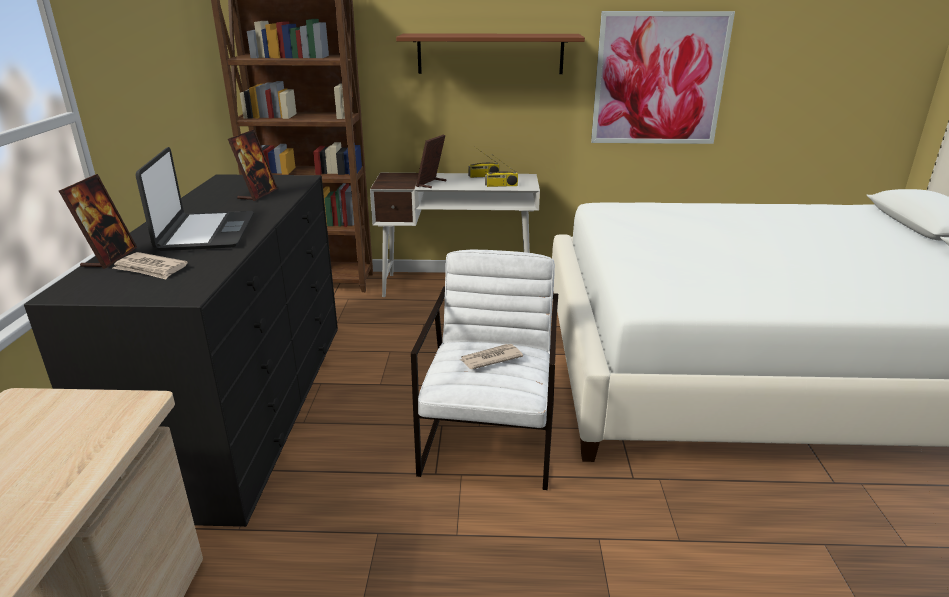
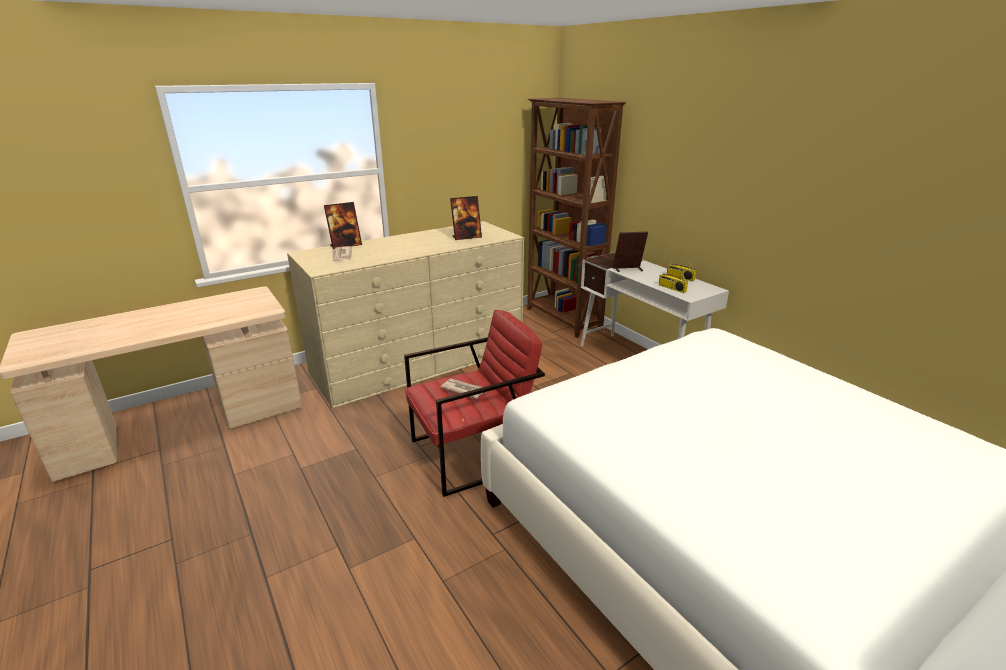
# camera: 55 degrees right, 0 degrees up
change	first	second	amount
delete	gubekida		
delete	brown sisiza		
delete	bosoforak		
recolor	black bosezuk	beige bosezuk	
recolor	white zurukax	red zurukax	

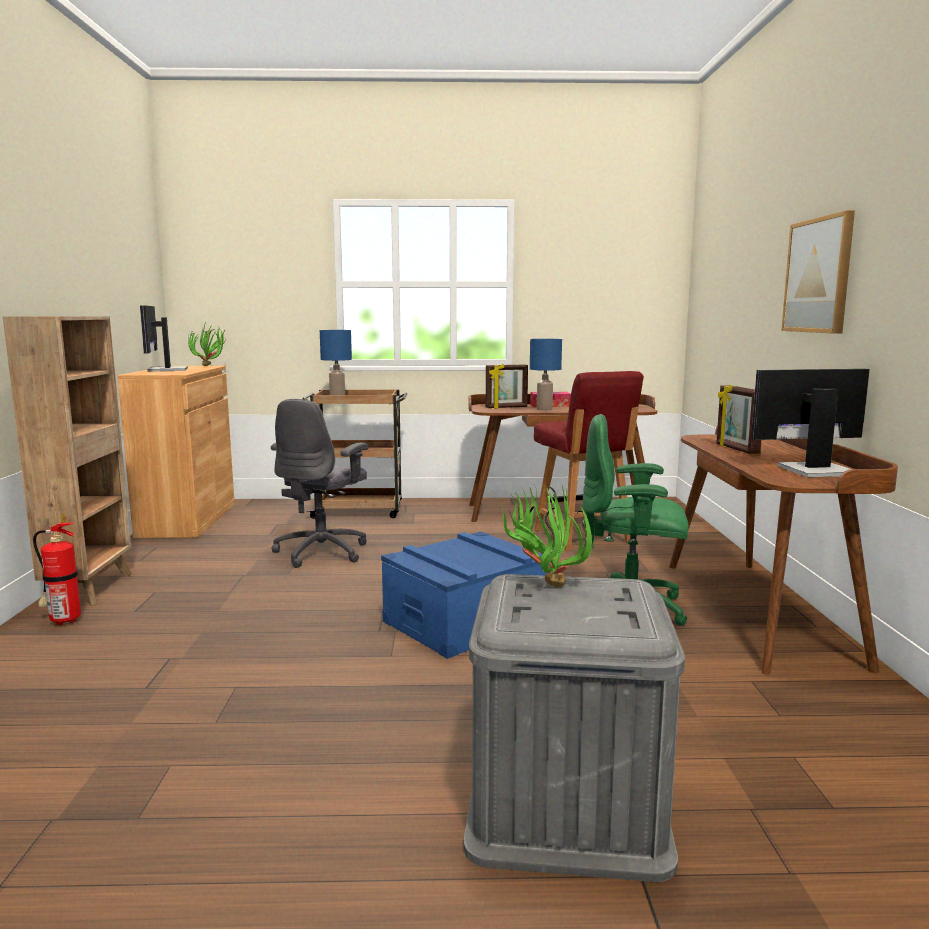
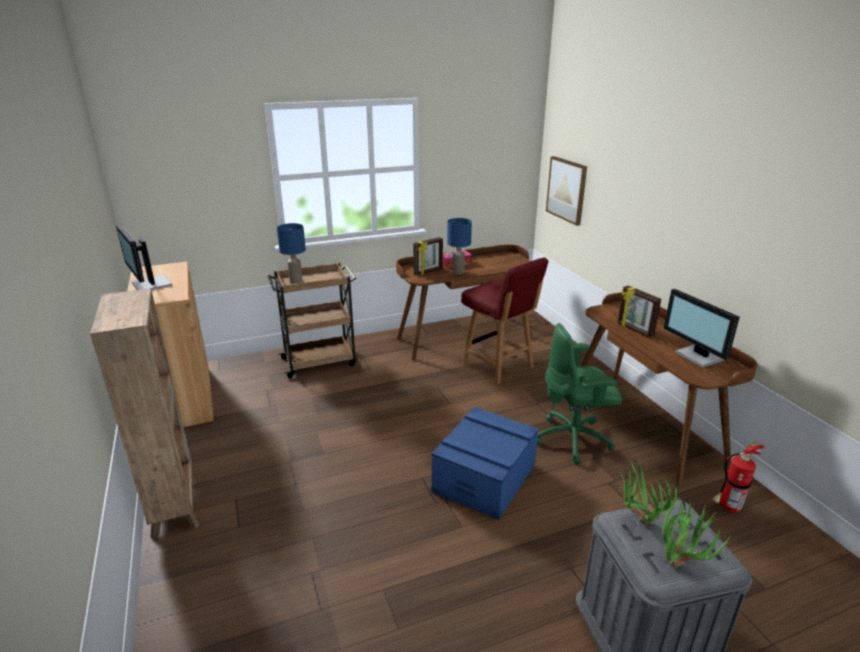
# camera: 20 degrees left, 15 degrees up
change	first	second	amount
move	gubekida		
move	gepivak (1st from left in the first image)	gepivak (2nd from left)	
rotate	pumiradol (2nd from left)		90 degrees counterclockwise
delete	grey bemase		
move	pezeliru		

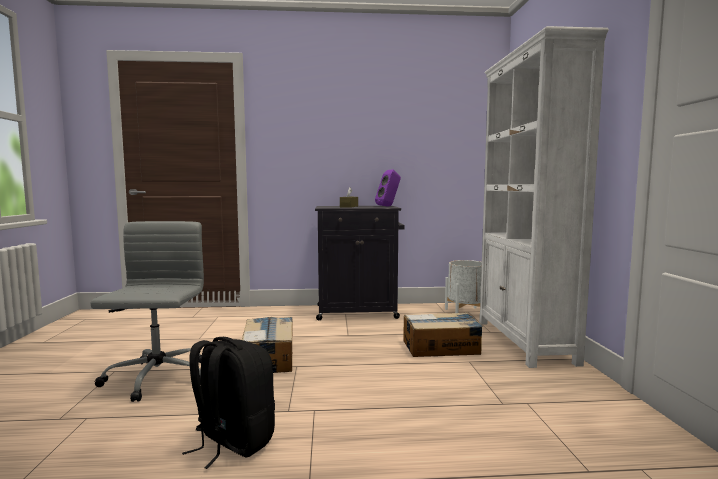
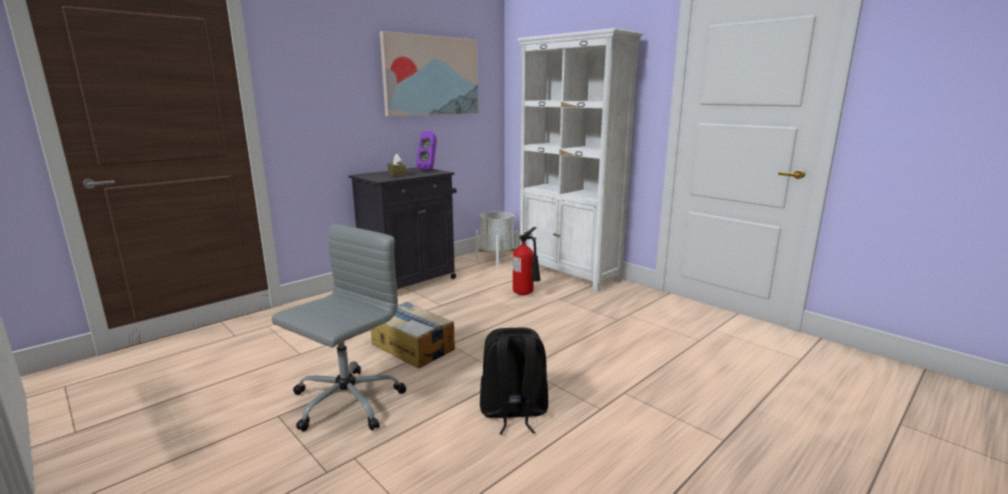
# camera: 40 degrees left, 10 degrees up
change	first	second	amount
rotate	grey bemase		75 degrees clockwise
replace	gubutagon (2nd from left)	pezeliru	
insert		gubekida	

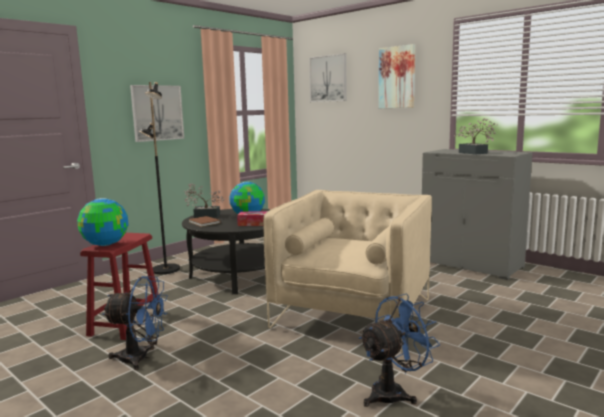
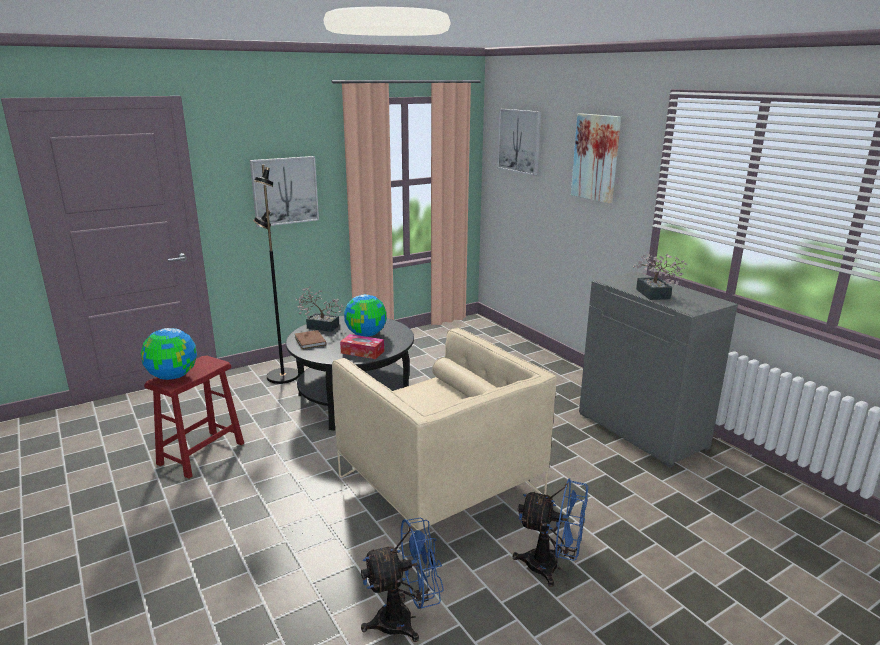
# camera: 15 degrees right, 10 degrees up
change	first	second	amount
rotate	beige zurukax		105 degrees clockwise
move	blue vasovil (1st from left in the first image)	blue vasovil (2nd from left)	

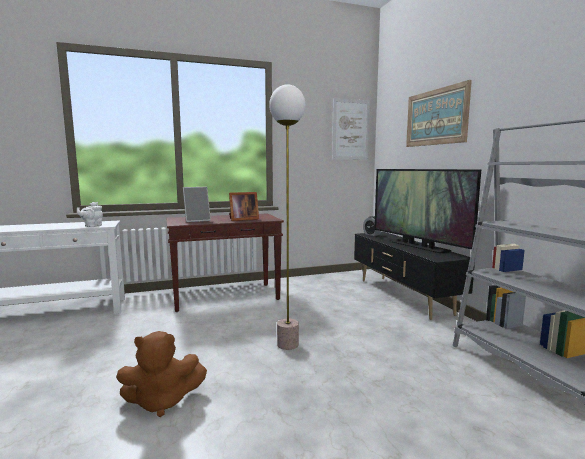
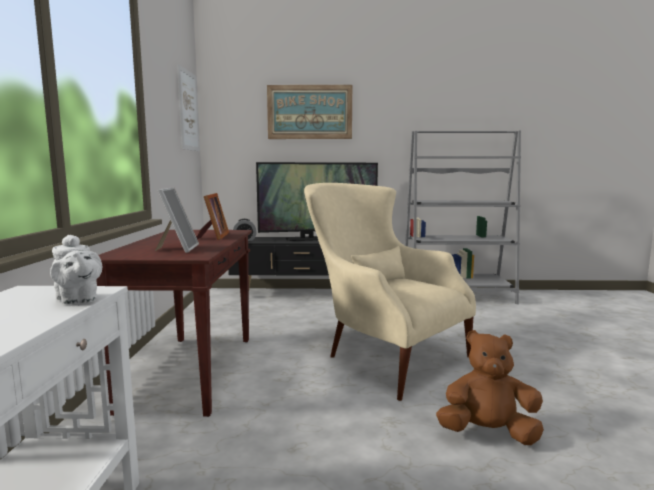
# camera: 70 degrees left, 0 degrees up
change	first	second	amount
replace	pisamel	beige zurukax	
rotate	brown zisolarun		90 degrees counterclockwise

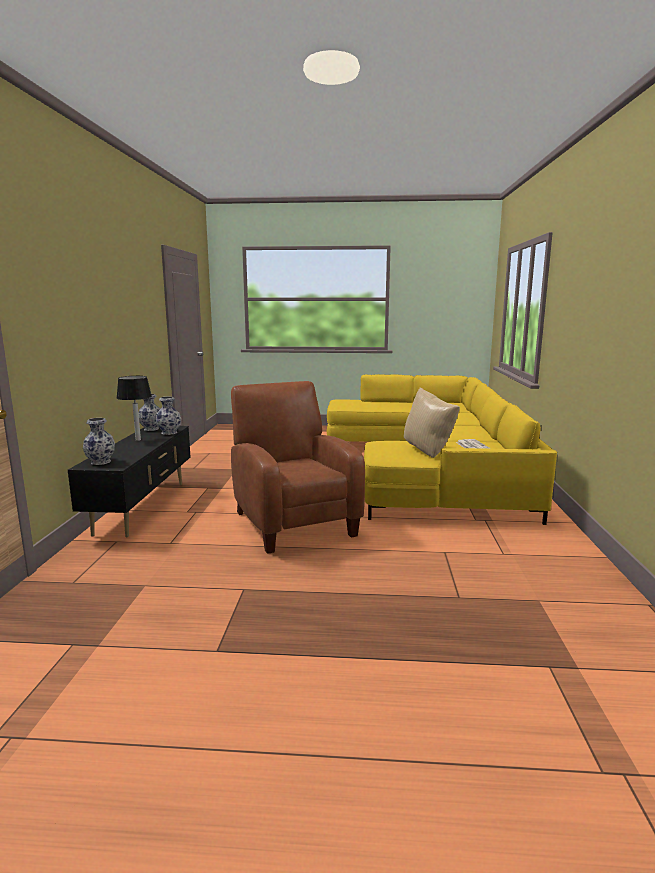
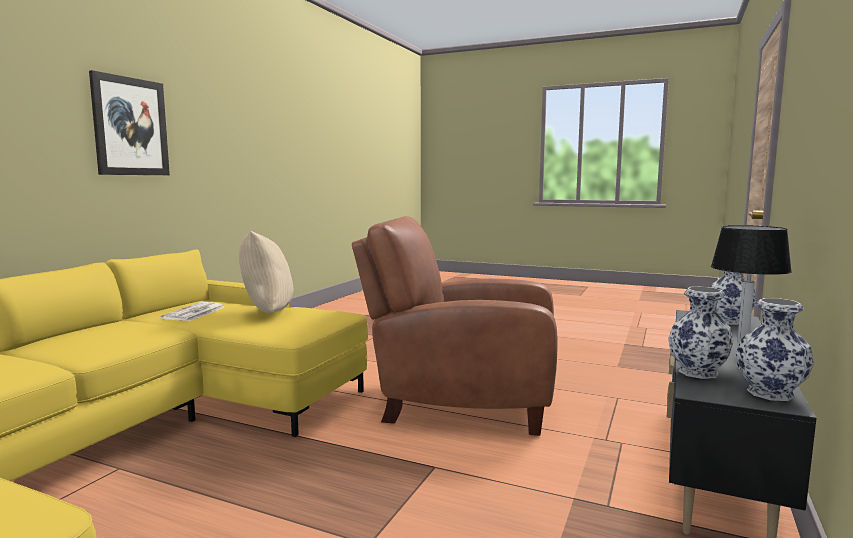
# camera: 160 degrees left, 5 degrees down
change	first	second	amount
rotate	brown zurukax		105 degrees clockwise
insert		gubekida	

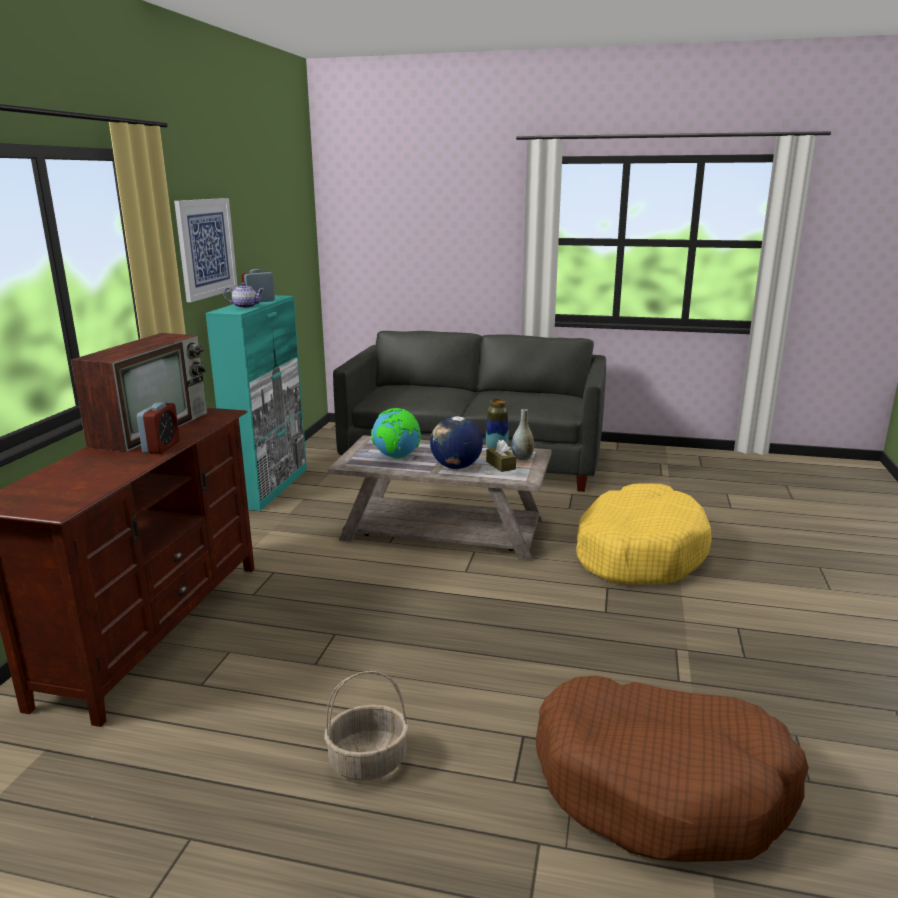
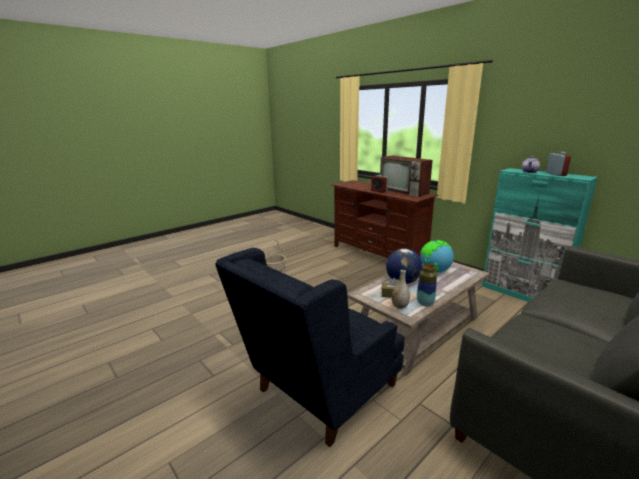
# camera: 125 degrees right, 0 degrees up
change	first	second	amount
delete	gubekida		
replace	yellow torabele	blue zurukax	
delete	brown torabele		

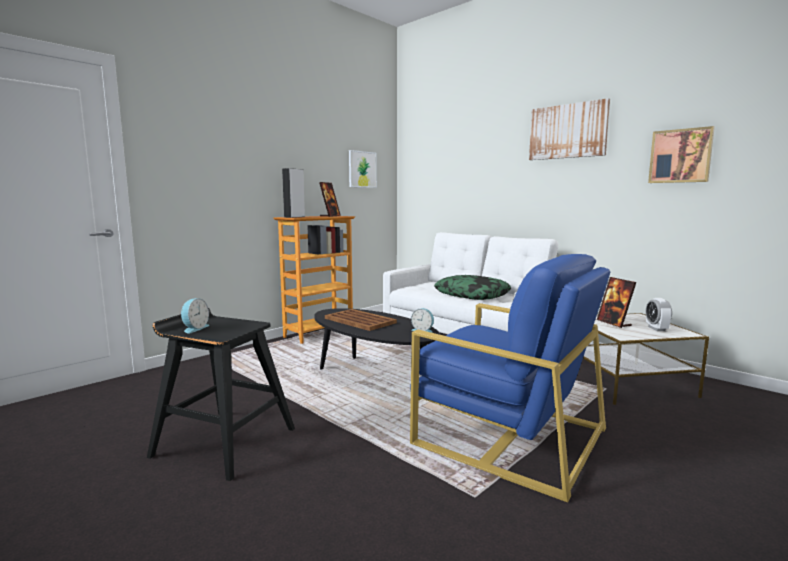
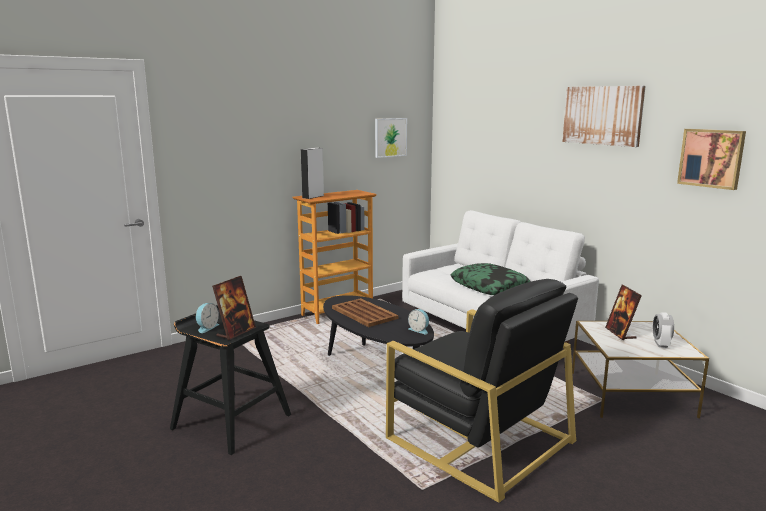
# camera: 10 degrees right, 5 degrees up
change	first	second	amount
move	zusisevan (1st from left)		
recolor	blue zurukax	black zurukax	

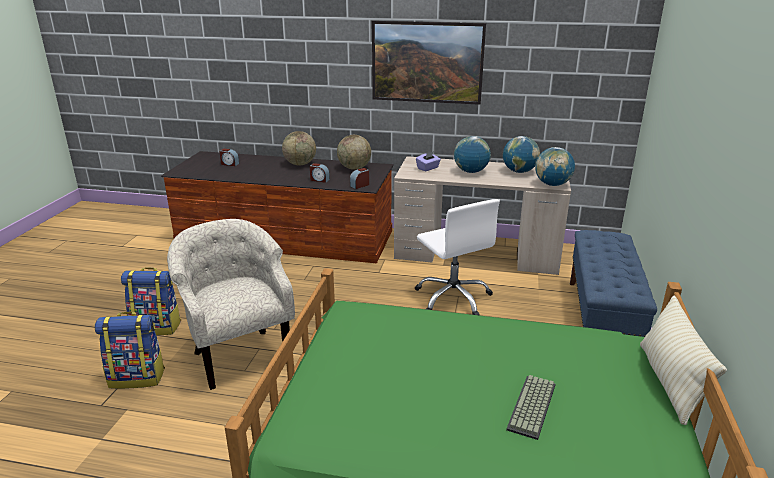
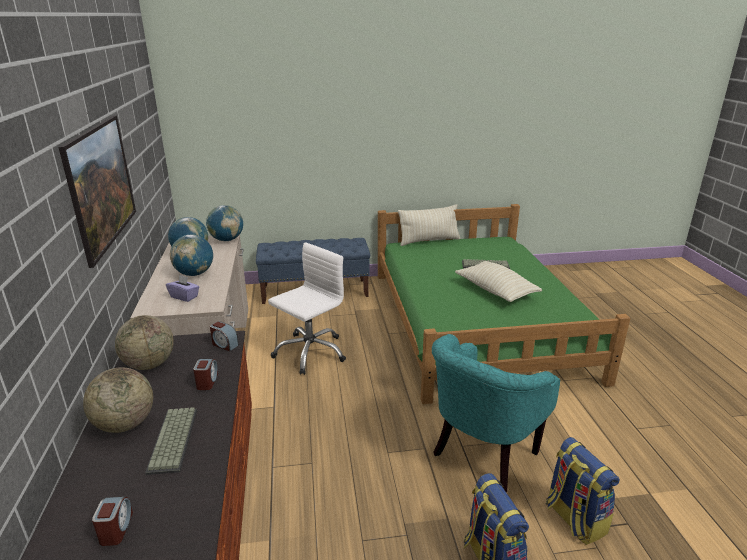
# camera: 110 degrees left, 0 degrees up
change	first	second	amount
recolor	beige zurukax	turquoise zurukax	
insert		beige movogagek (2nd from left)	
insert		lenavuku (1st from left)	

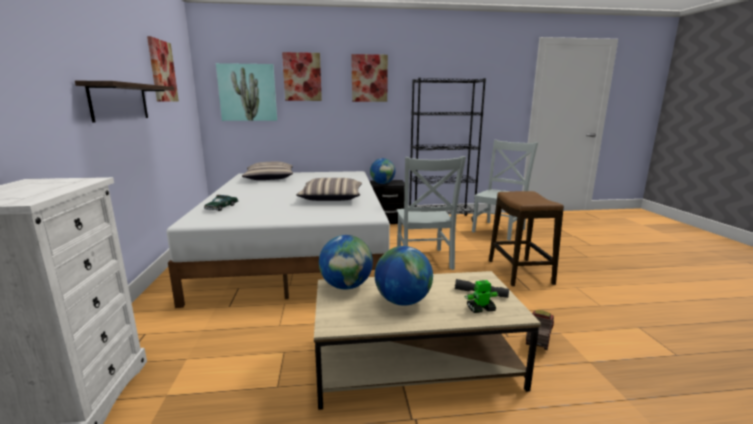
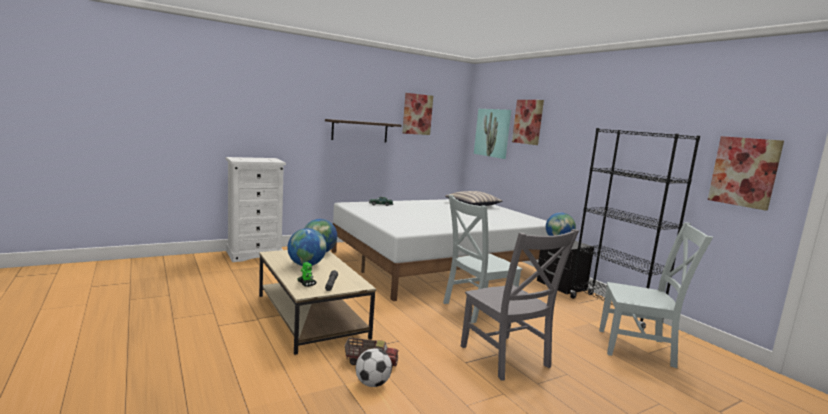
# camera: 65 degrees right, 5 degrees down
change	first	second	amount
move	gubekida (4th from left)		
delete	movogagek (2nd from left)		
replace	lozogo	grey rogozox (2nd from left)	
insert		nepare	

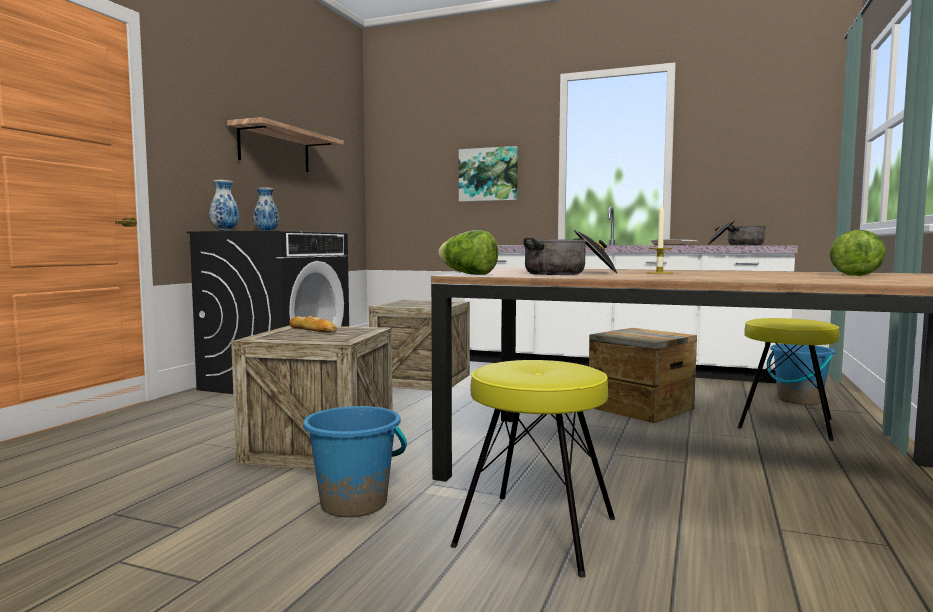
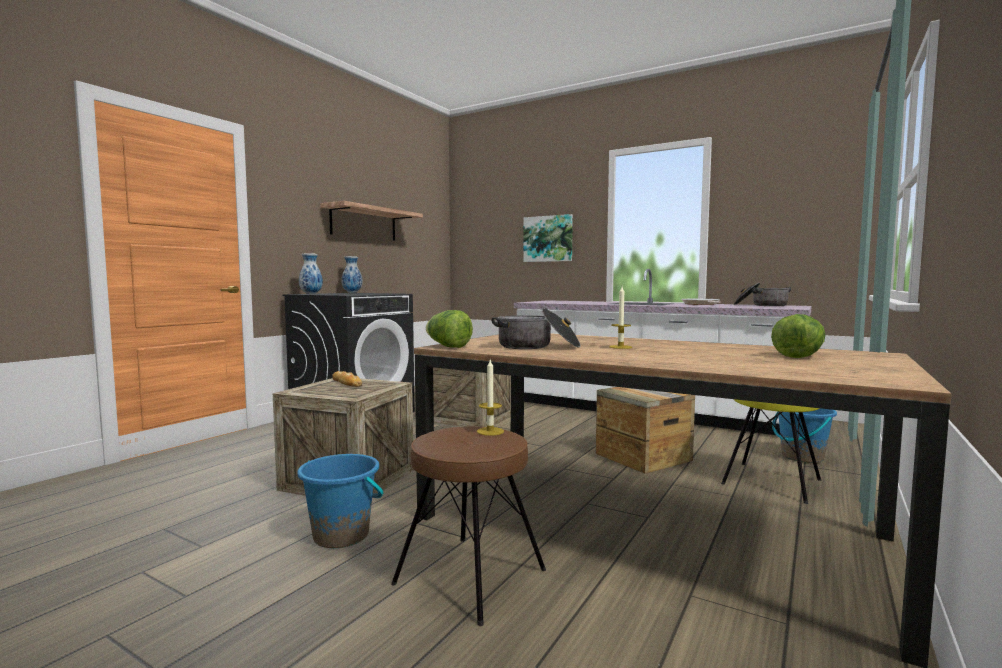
# camera: 10 degrees right, 0 degrees up
change	first	second	amount
recolor	yellow lozogo (1st from left)	brown lozogo	
insert		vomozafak (1st from left)	

